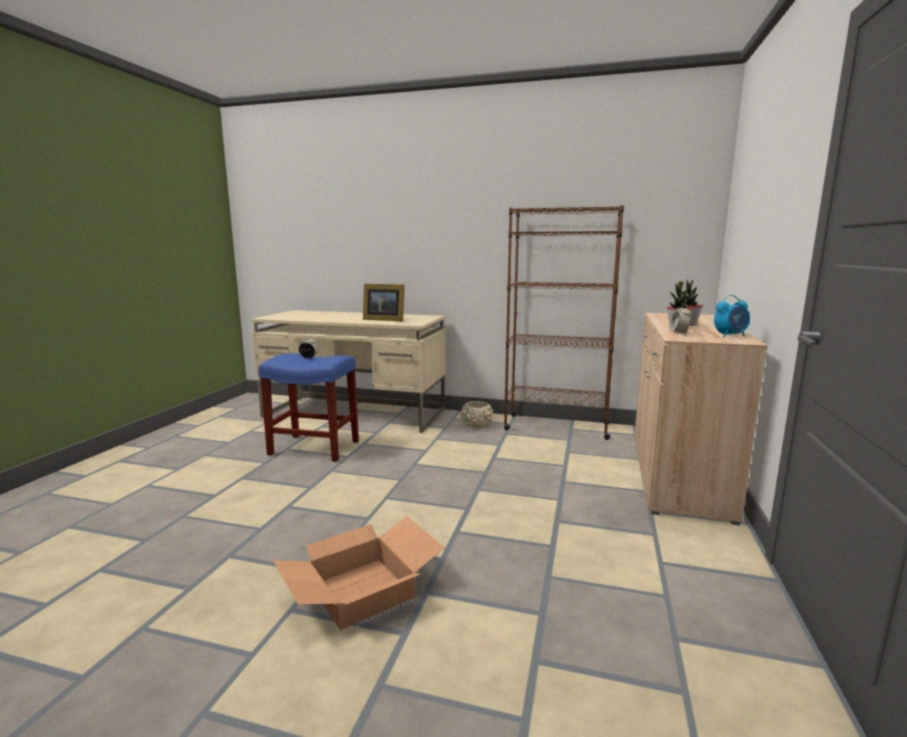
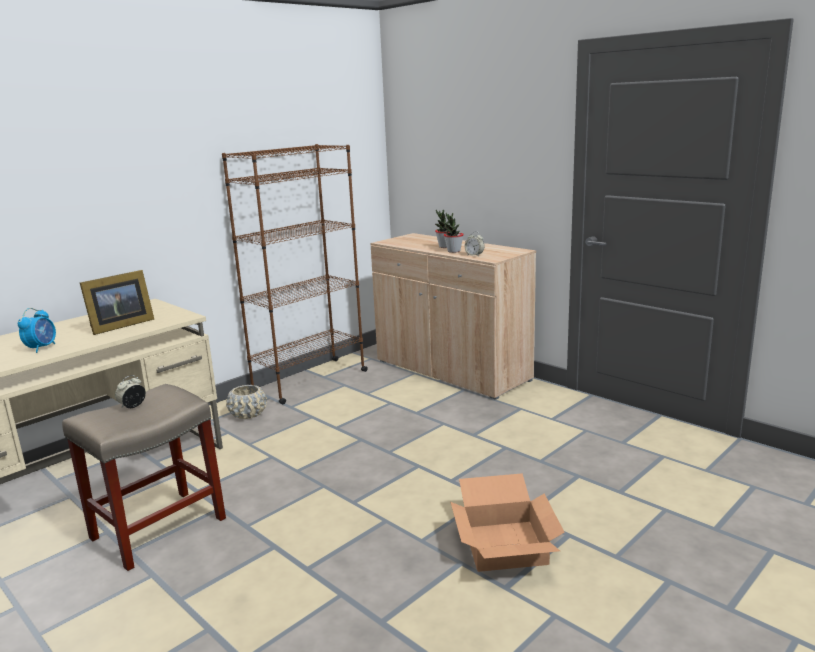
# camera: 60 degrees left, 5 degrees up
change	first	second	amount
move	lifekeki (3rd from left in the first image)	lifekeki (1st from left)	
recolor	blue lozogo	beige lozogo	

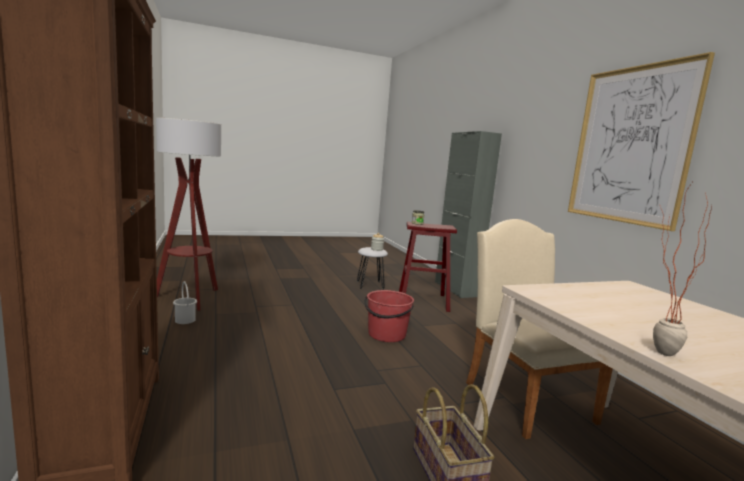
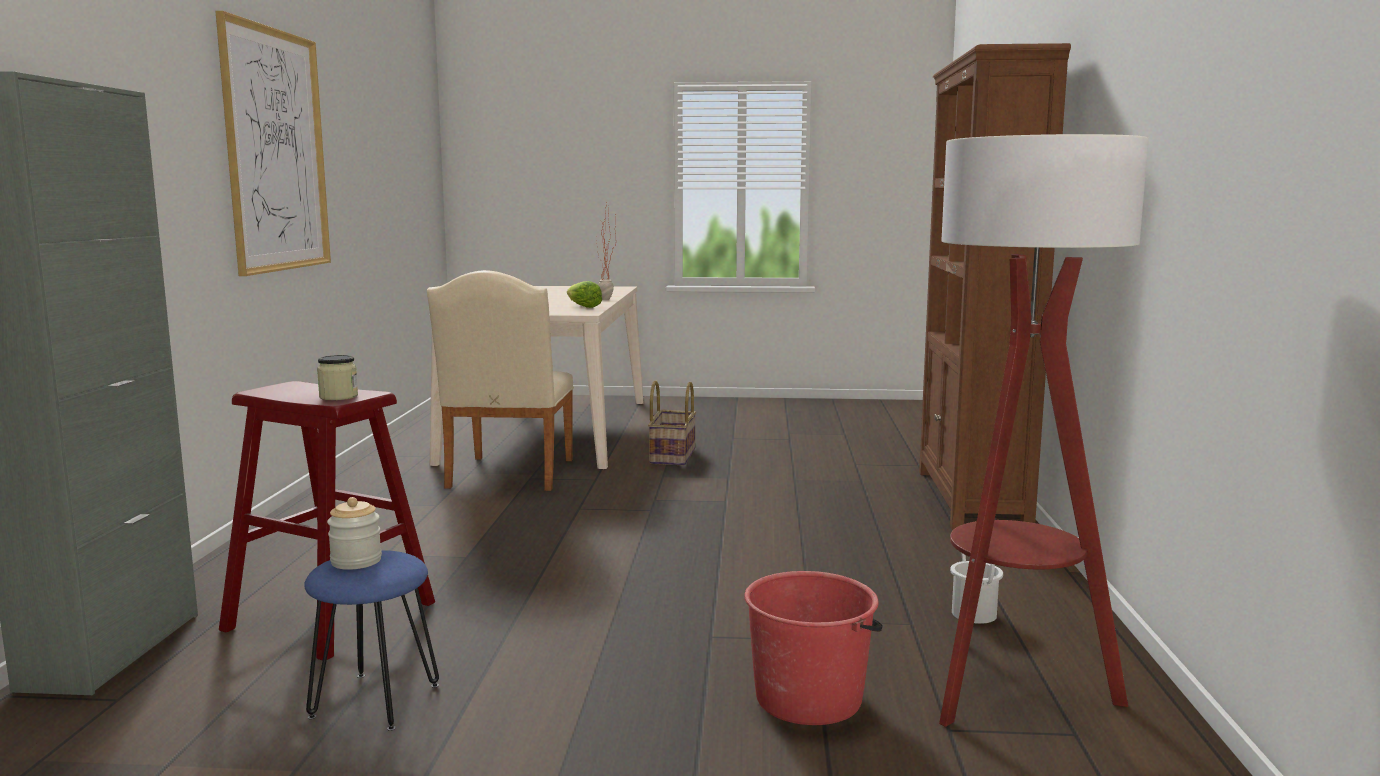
# camera: 155 degrees left, 0 degrees up
change	first	second	amount
recolor	white lozogo	blue lozogo	
move	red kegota		
insert		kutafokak	

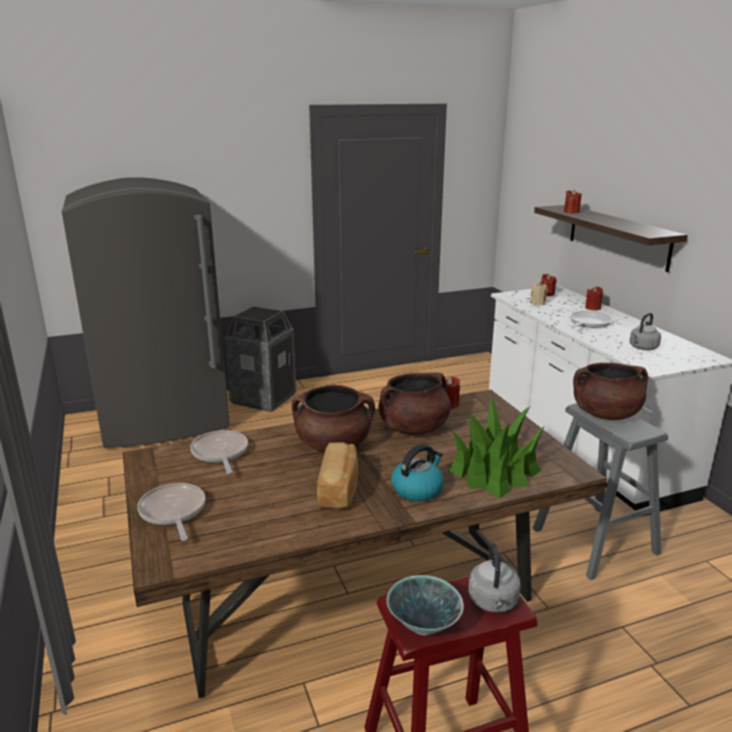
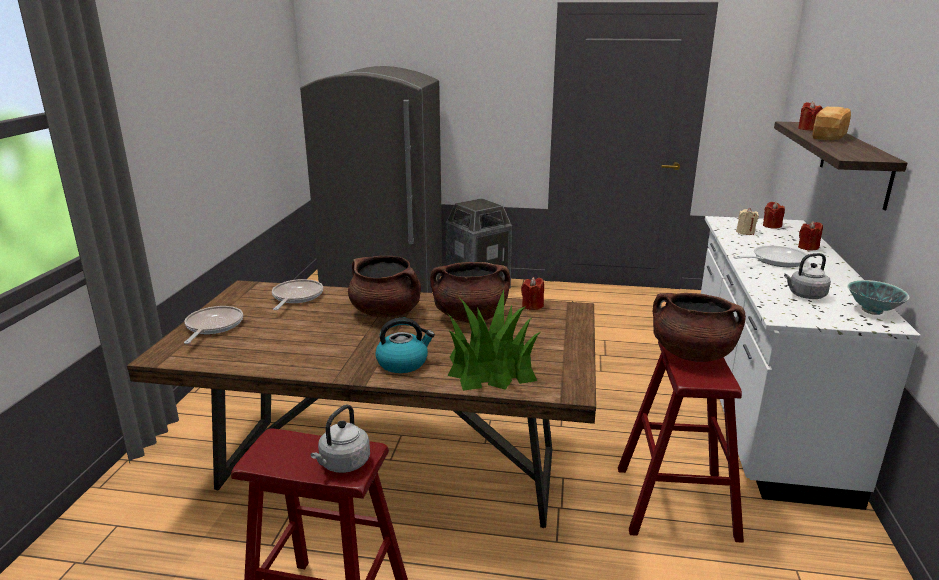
# camera: 30 degrees right, 0 degrees up
change	first	second	amount
recolor	grey lozogo	red lozogo (2nd from left)	
move	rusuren		
move	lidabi		

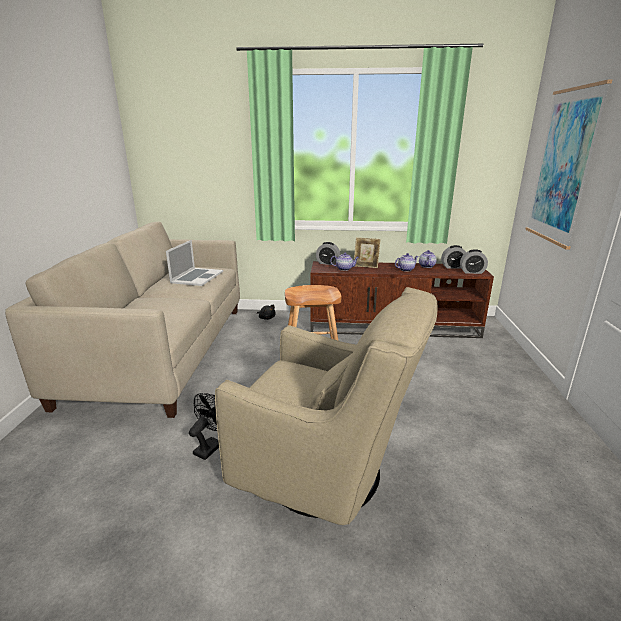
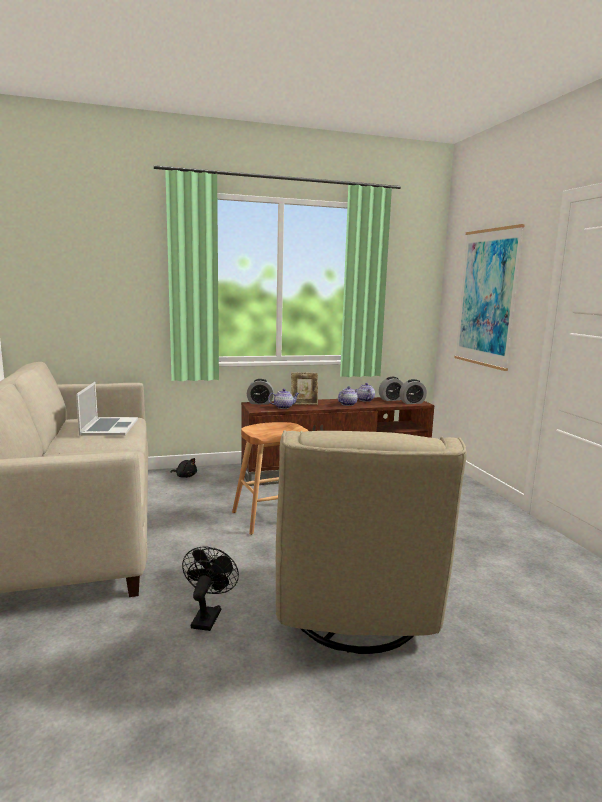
# camera: 20 degrees left, 10 degrees down
change	first	second	amount
rotate	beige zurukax		90 degrees clockwise

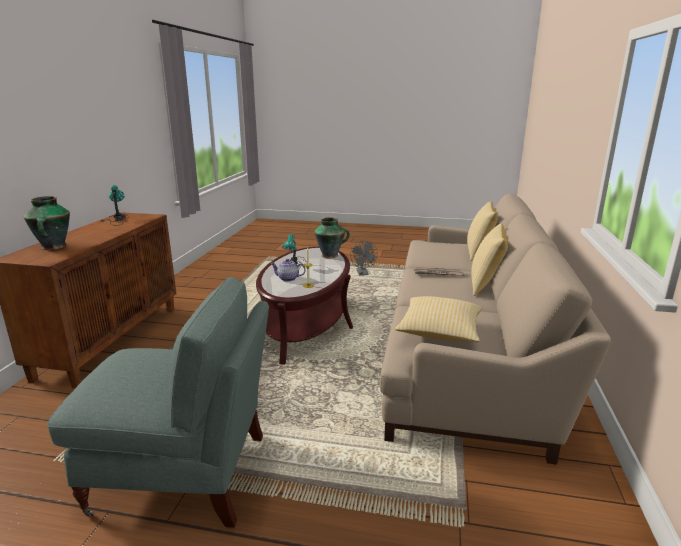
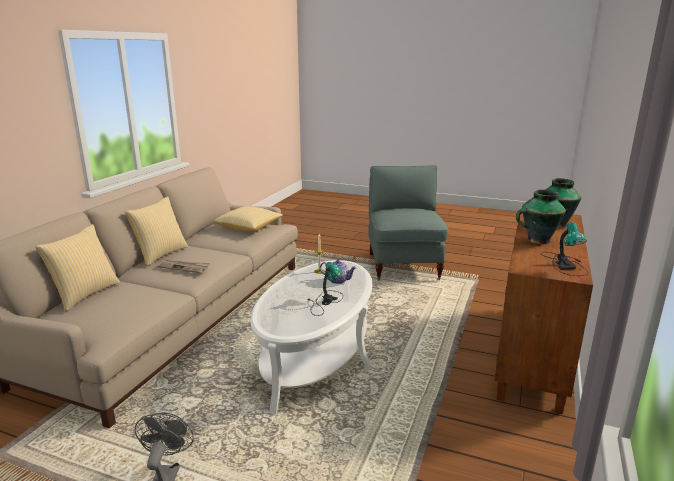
# camera: 170 degrees left, 0 degrees up
change	first	second	amount
move	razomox (2nd from left in the first image)	razomox (1st from left)	
recolor	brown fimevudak	white fimevudak	
rotate	grey zurukax		75 degrees clockwise

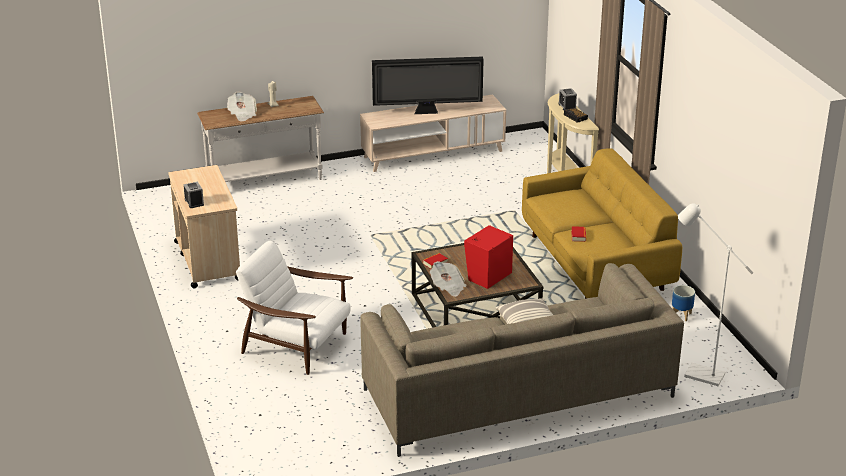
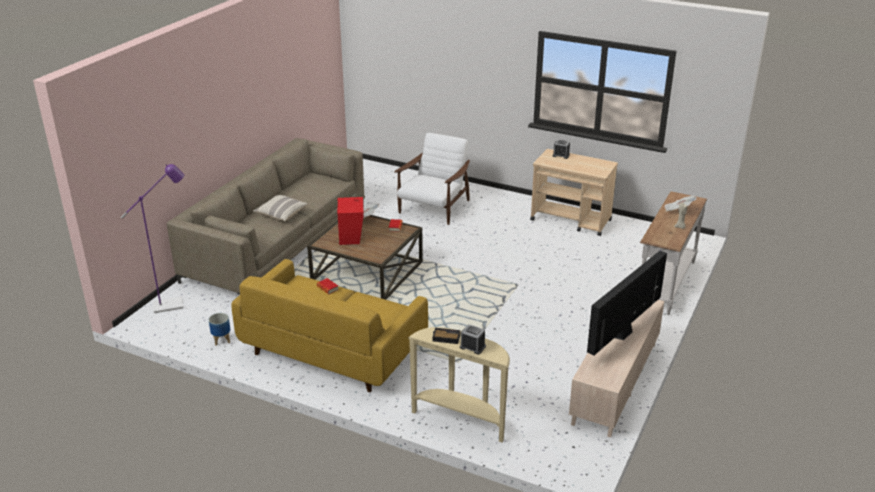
# camera: 135 degrees right, 0 degrees up
change	first	second	amount
recolor	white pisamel	purple pisamel	
rotate	white zurukax		45 degrees counterclockwise

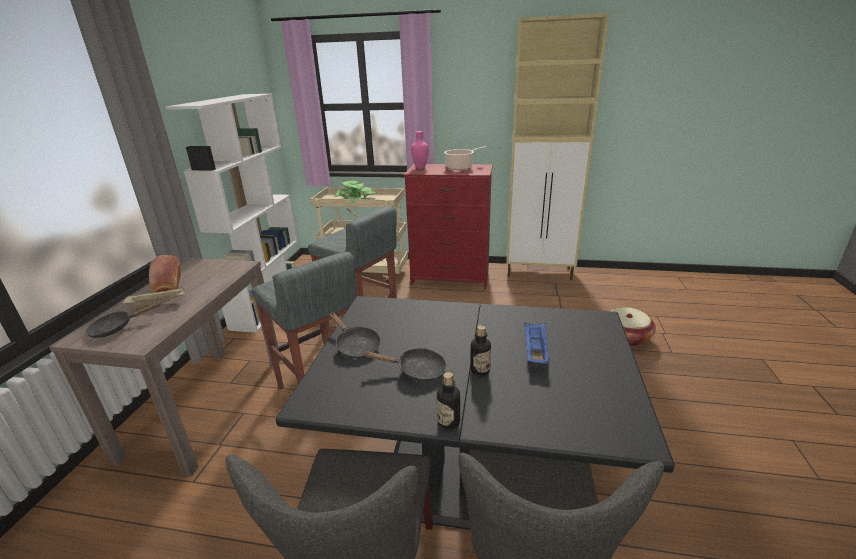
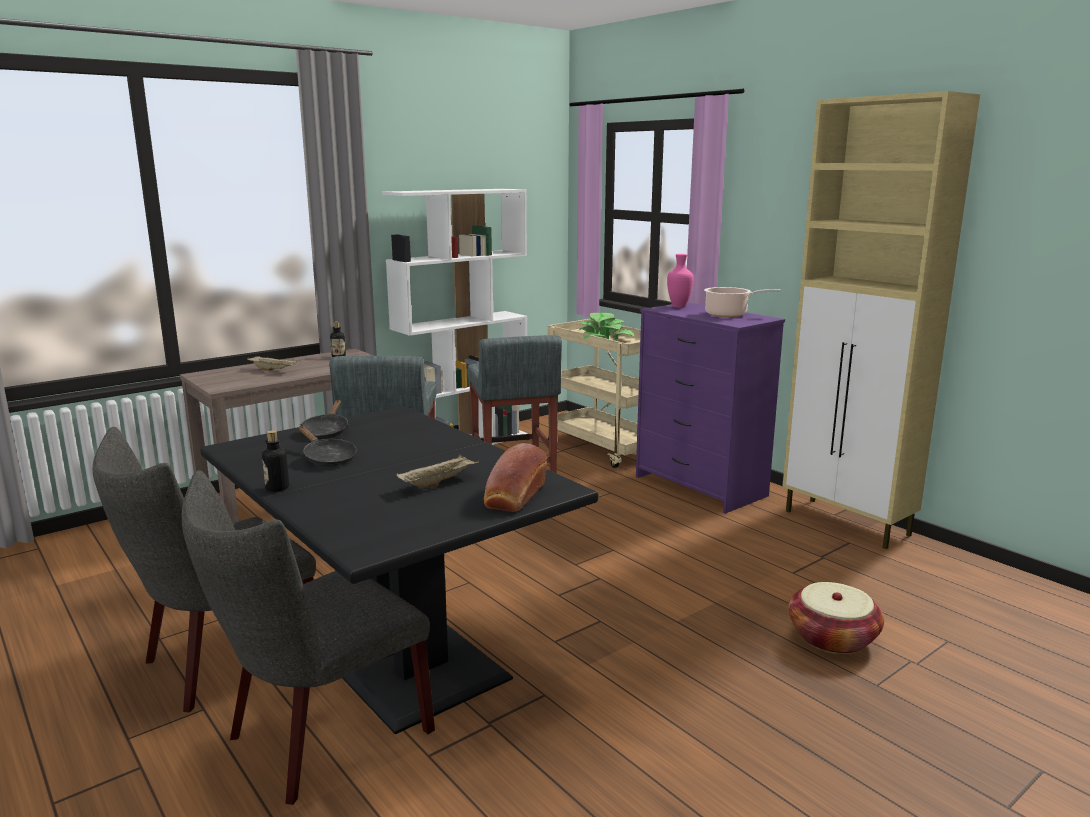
# camera: 40 degrees right, 10 degrees down
change	first	second	amount
recolor	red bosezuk	purple bosezuk	
move	rusuren		
delete	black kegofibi (1st from left)		
recolor	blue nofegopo	beige nofegopo (2nd from left)	
move	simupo (2nd from left)		

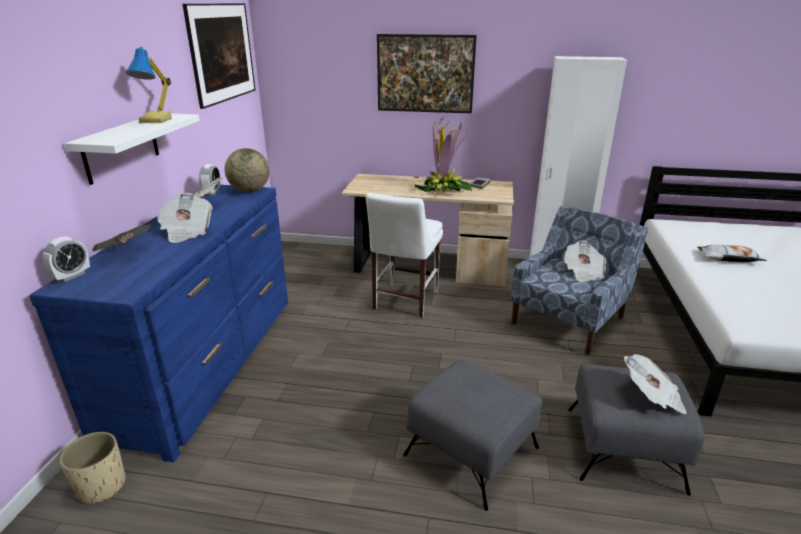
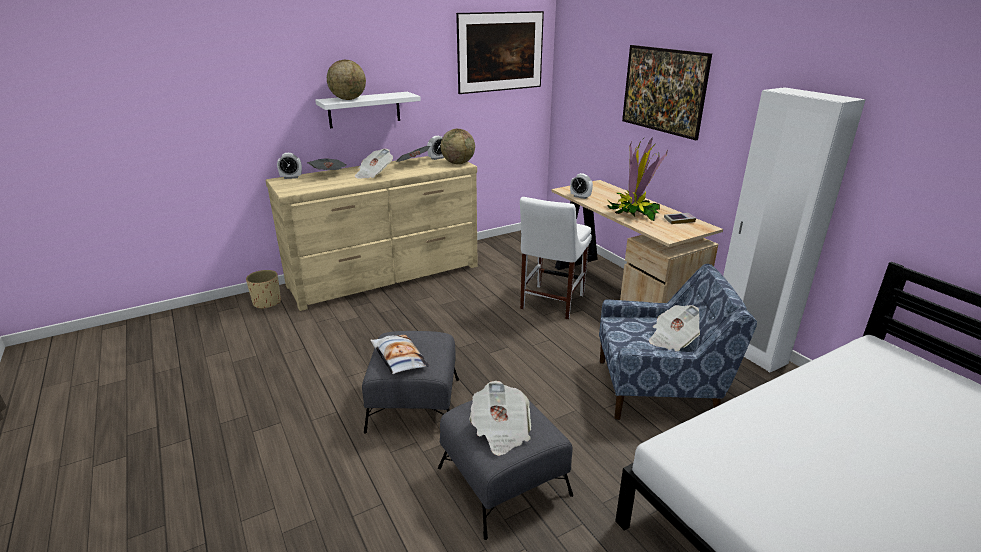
# camera: 50 degrees right, 0 degrees up
change	first	second	amount
delete	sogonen		
recolor	blue bosezuk	beige bosezuk	
rotate	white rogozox		45 degrees counterclockwise
move	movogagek		
insert		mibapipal (1st from left)	
insert		lifekeki (3rd from left)	

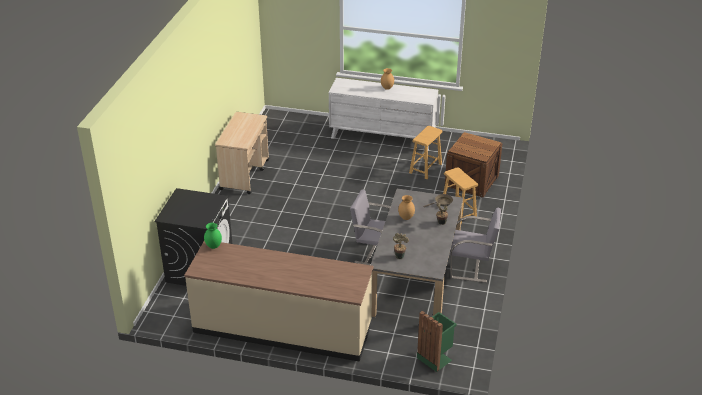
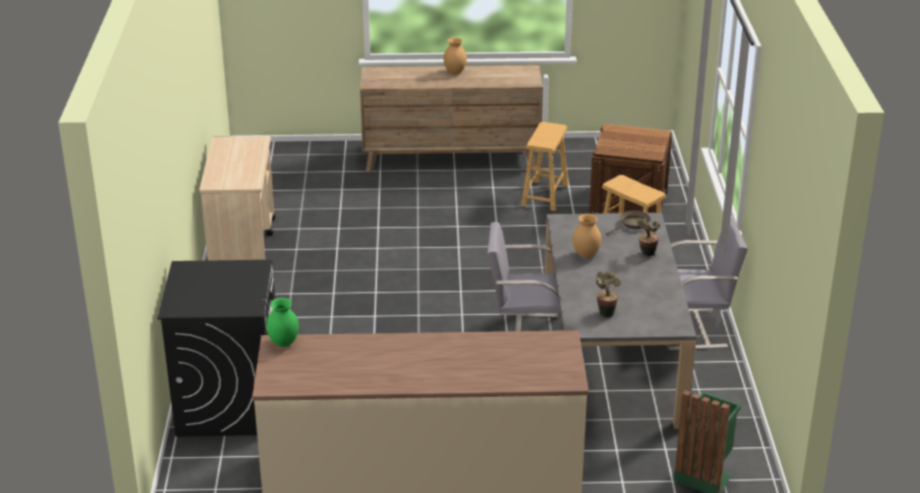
# camera: 15 degrees left, 5 degrees down
change	first	second	amount
recolor	white bosezuk	brown bosezuk	

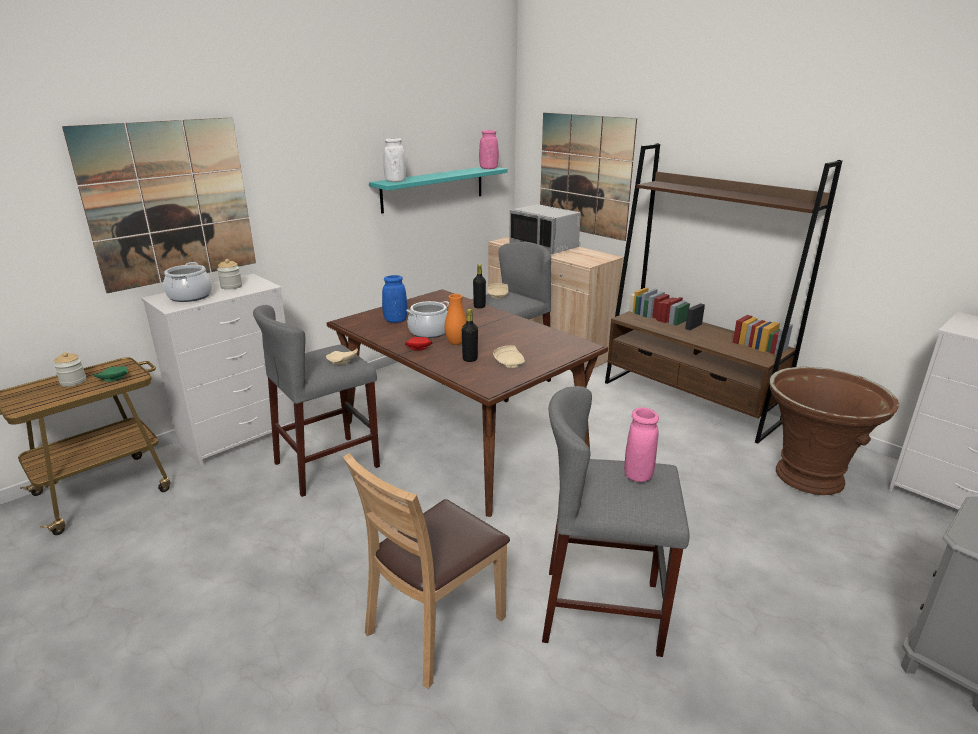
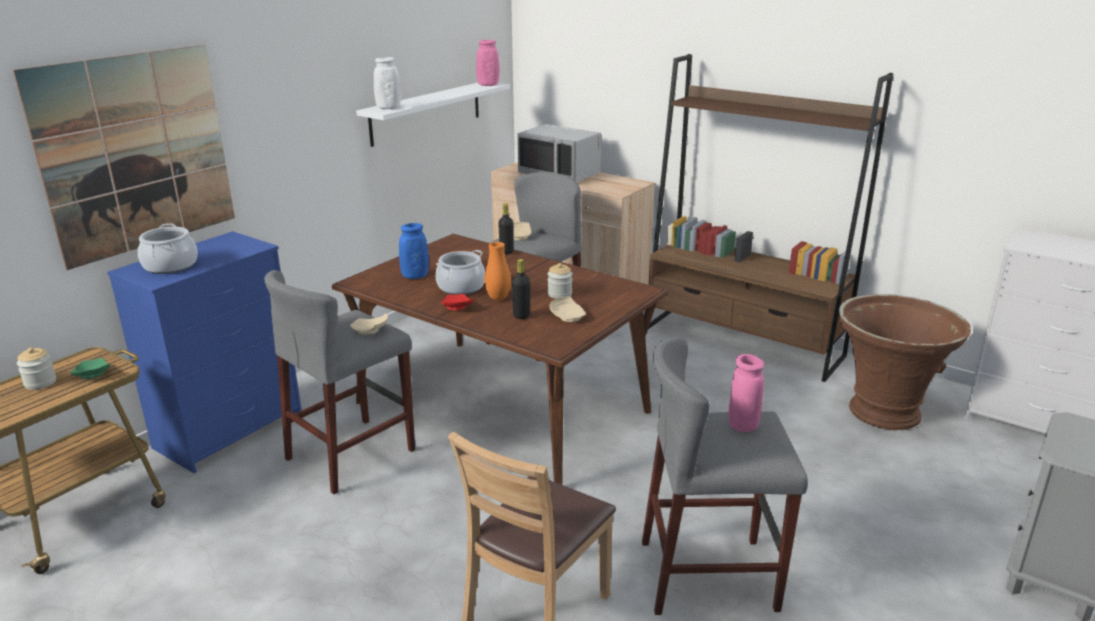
# camera: 10 degrees left, 0 degrees up
change	first	second	amount
delete	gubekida (2nd from left)		
recolor	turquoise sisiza	white sisiza	
move	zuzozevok (2nd from left)		
recolor	white bosezuk (1st from left)	blue bosezuk	

